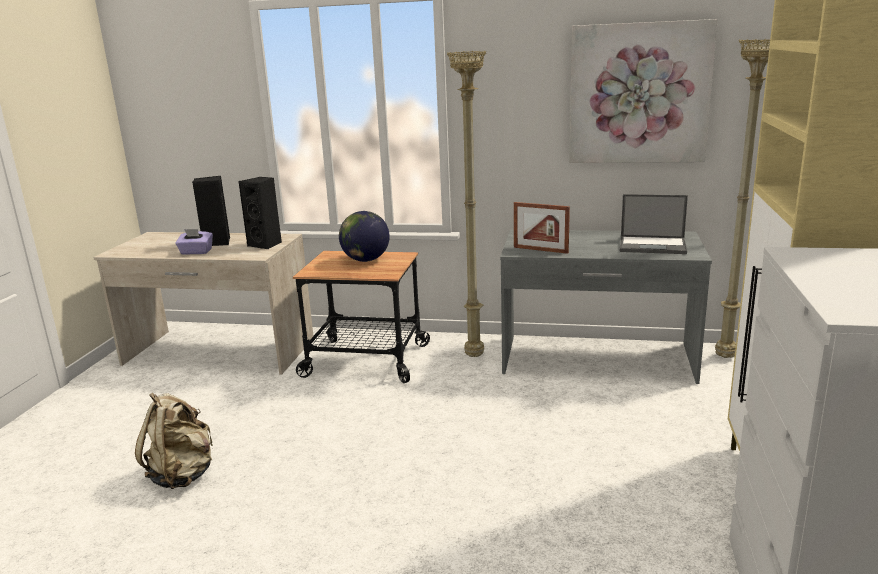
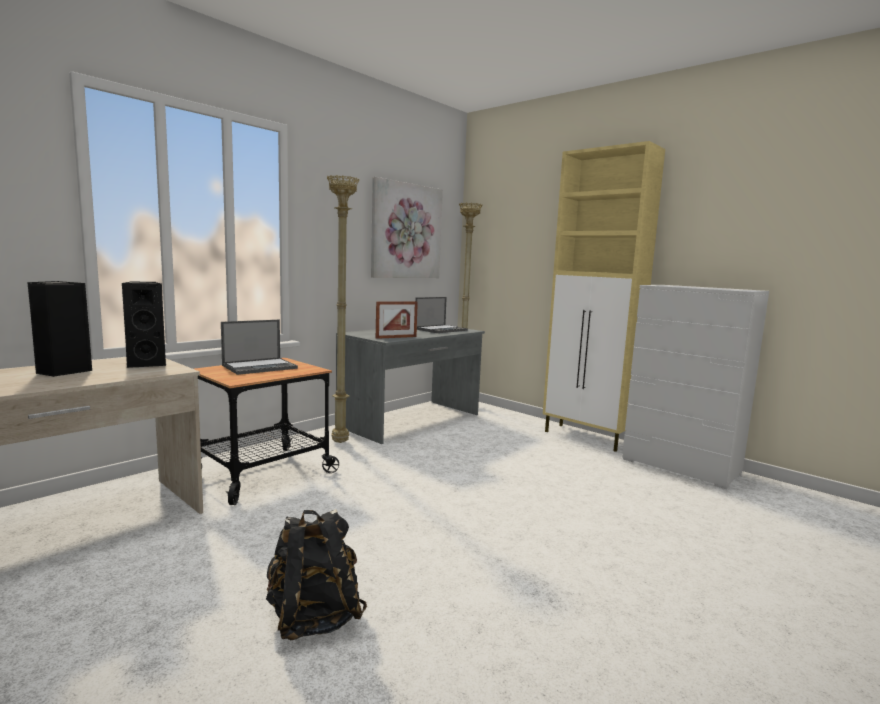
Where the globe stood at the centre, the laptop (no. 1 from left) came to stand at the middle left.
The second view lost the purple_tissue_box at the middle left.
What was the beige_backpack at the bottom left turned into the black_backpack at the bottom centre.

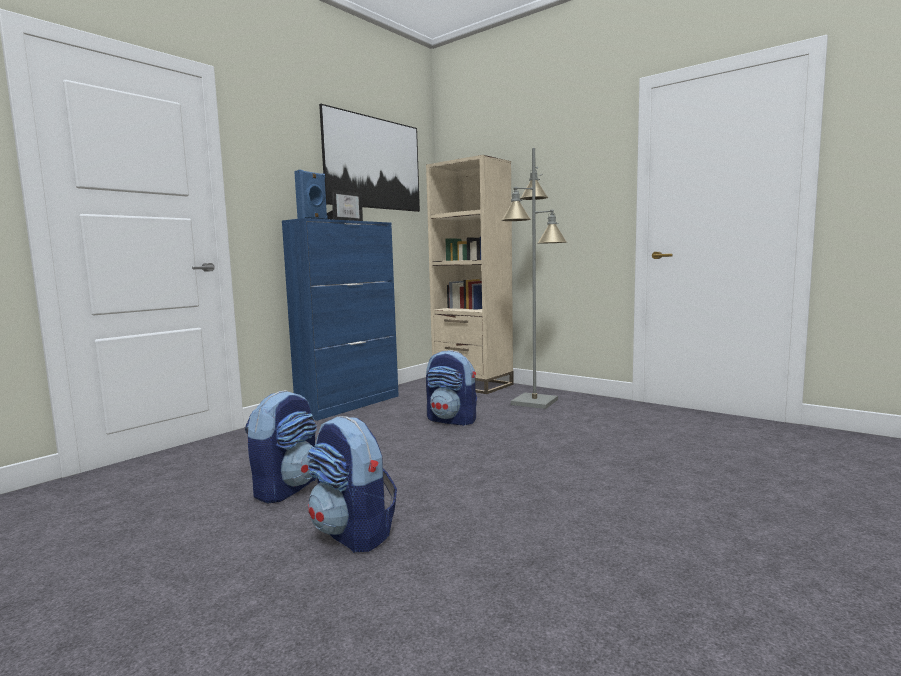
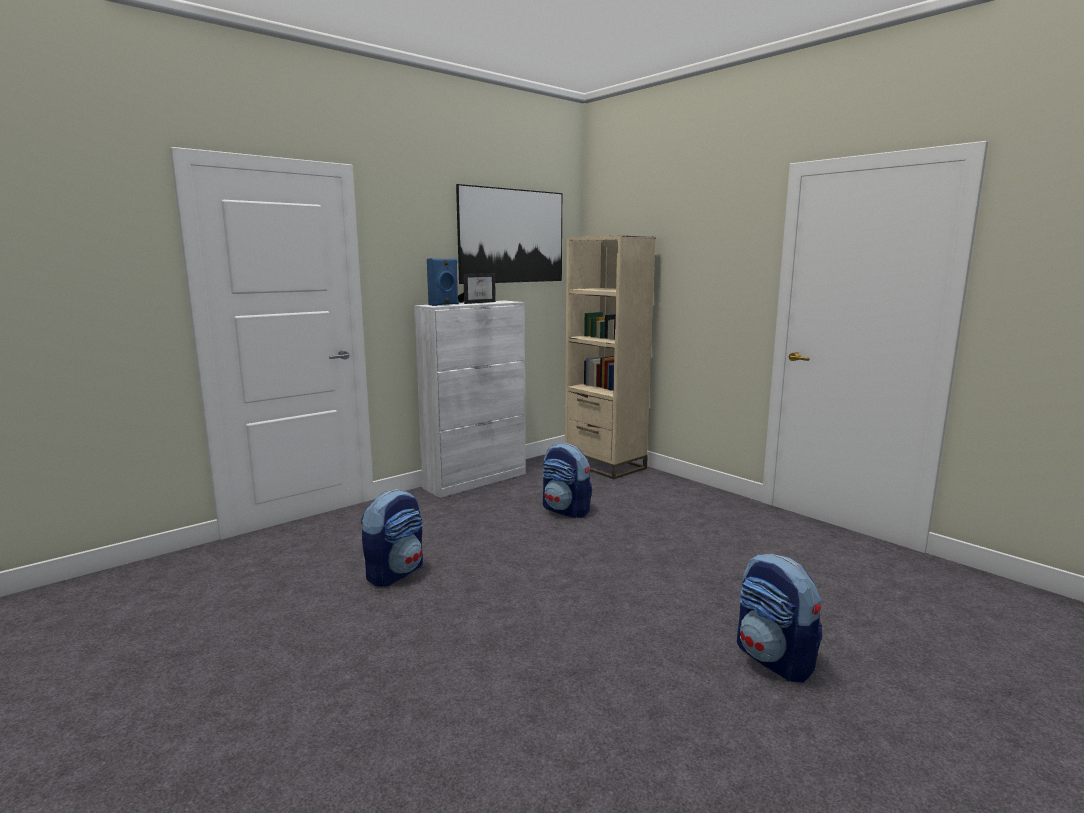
The second view lost the grey_floor_lamp at the centre.
What was the blue_cabinet at the centre turned into the white_cabinet at the centre.
The backpack (no. 2 from left in the first image) ended up elsewhere, having gone from the bottom centre to the bottom right.

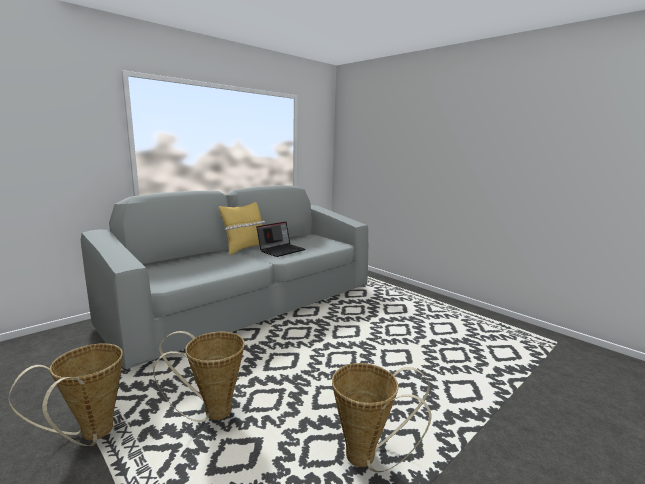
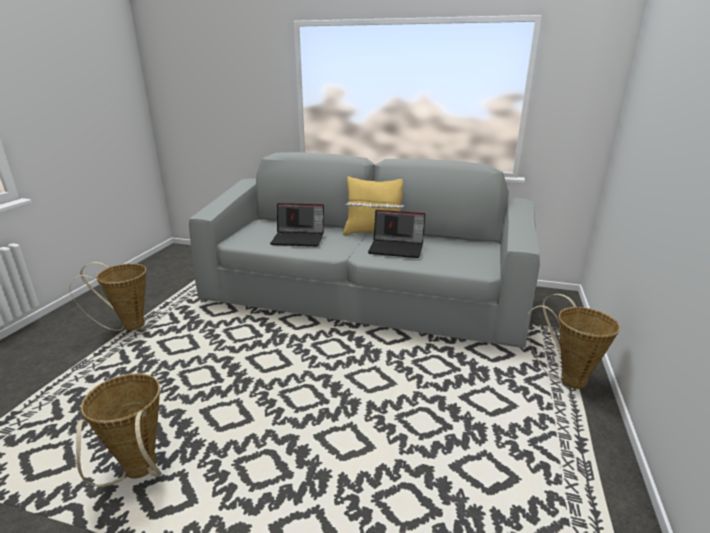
The basket (no. 2 from left in the first image) ended up elsewhere, having gone from the bottom left to the middle right.
The second view gained the laptop (no. 1 from left) at the centre.

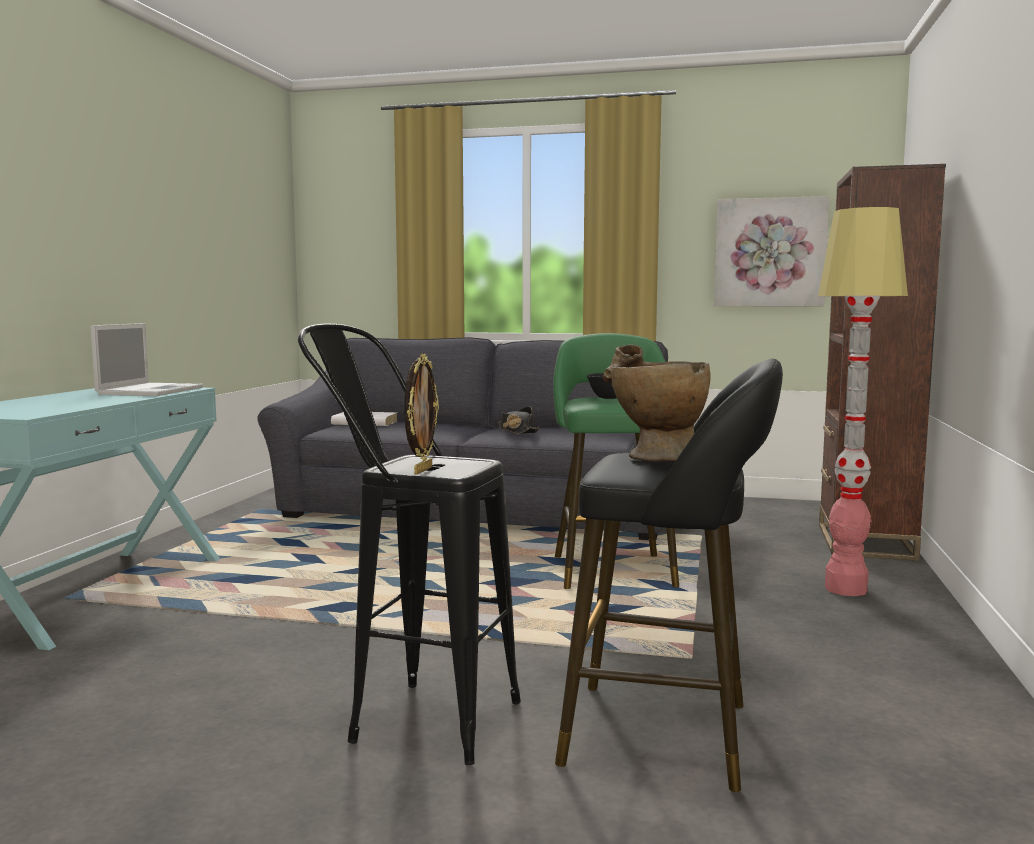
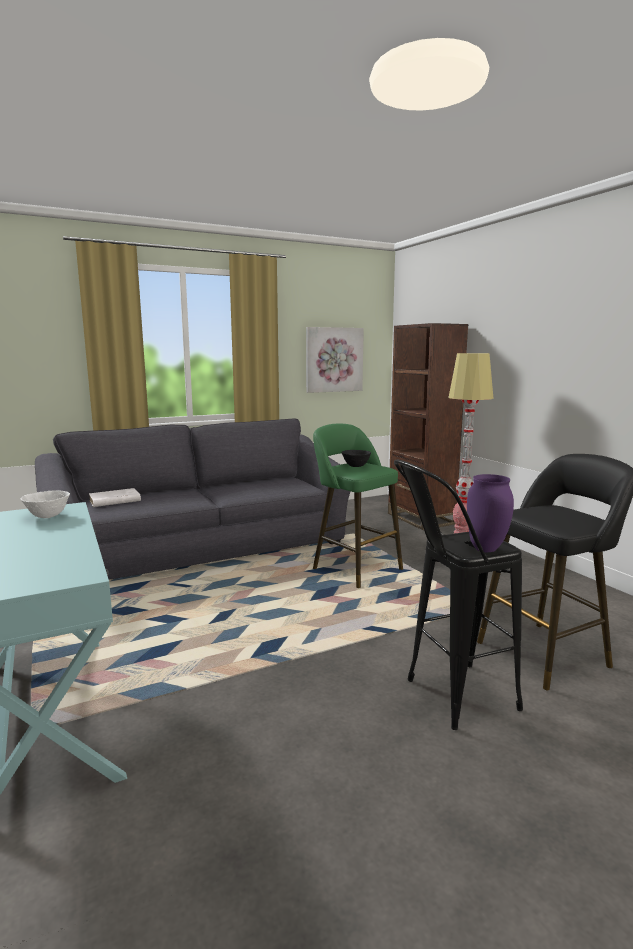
Where the laptop stood at the middle left, the white_bowl came to stand at the middle left.
The second view lost the beige_vase at the centre.
Where the picture_frame stood at the centre, the purple_vase came to stand at the middle right.
The second view lost the black_hat at the centre.

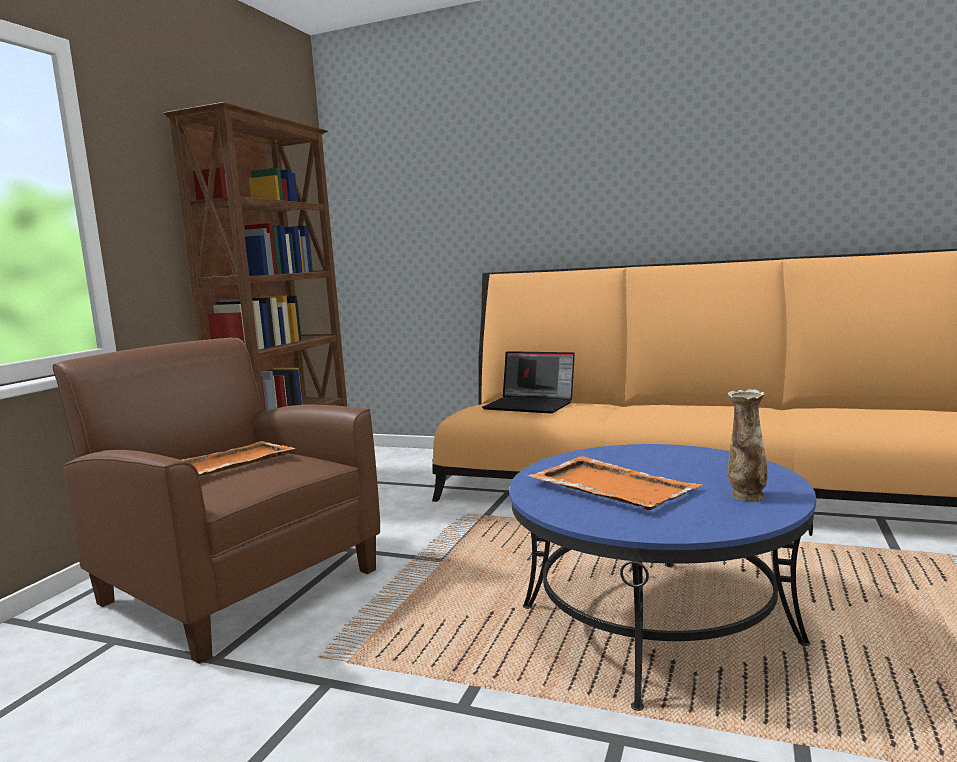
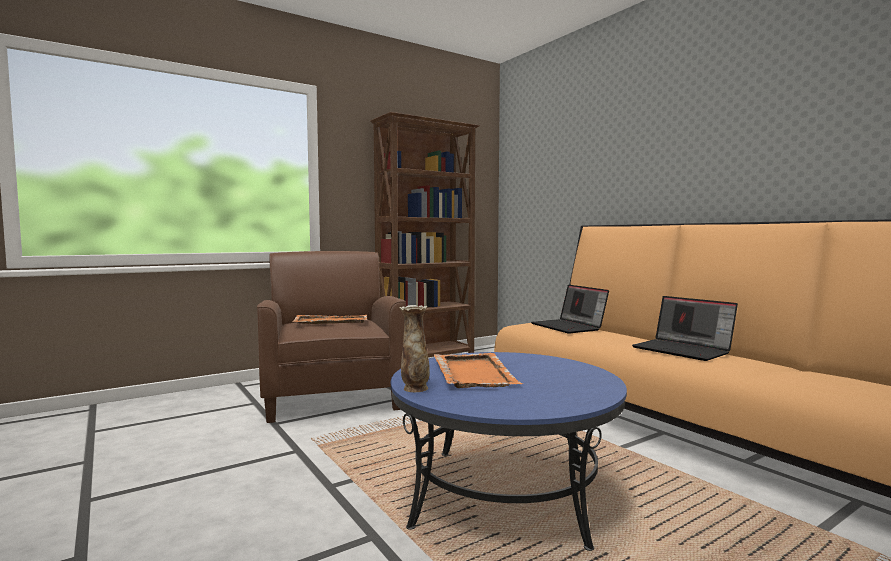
The vase ended up elsewhere, having gone from the middle right to the centre.
The second view gained the laptop (no. 2 from left) at the middle right.

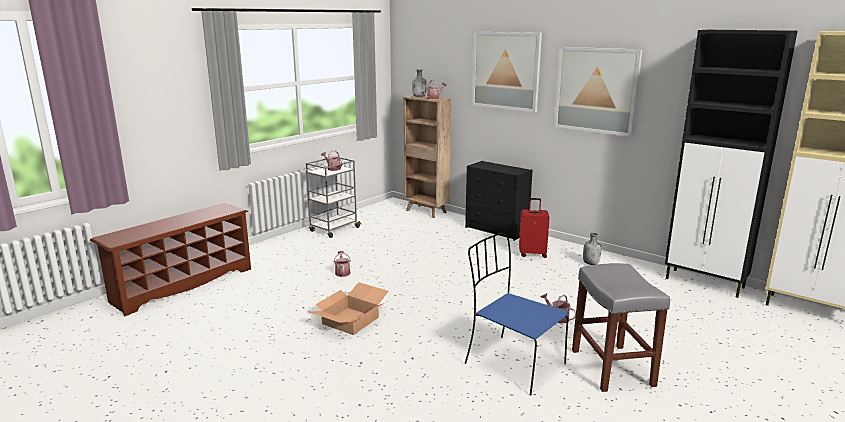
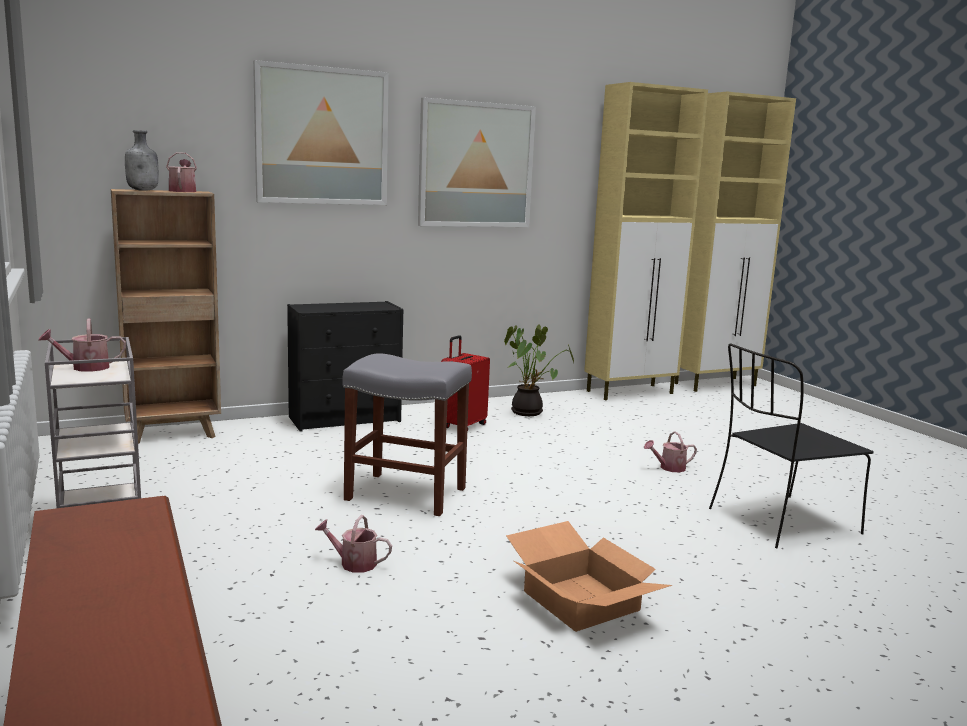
What was the black_cabinet at the middle right turned into the beige_cabinet (no. 1 from left) at the top right.
What was the blue_chair at the bottom centre turned into the black_chair at the middle right.
Where the grey_bottle (no. 2 from left) stood at the middle right, the potted_plant came to stand at the centre.
The grey_stool ended up elsewhere, having gone from the bottom right to the centre.

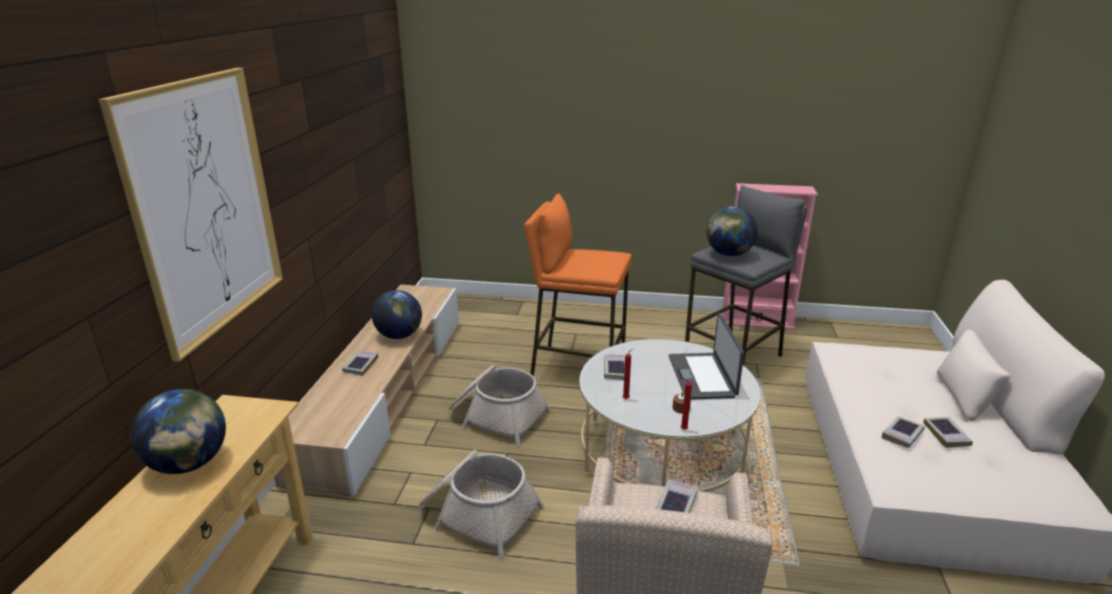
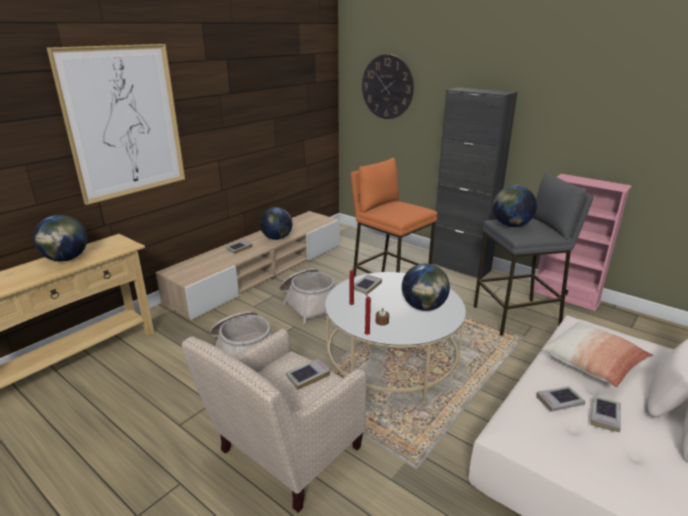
Where the laptop stood at the centre, the globe (no. 3 from left) came to stand at the centre.
The second view gained the wall_clock at the top centre.
The second view gained the black_cabinet at the middle right.
The second view gained the pillow at the bottom right.

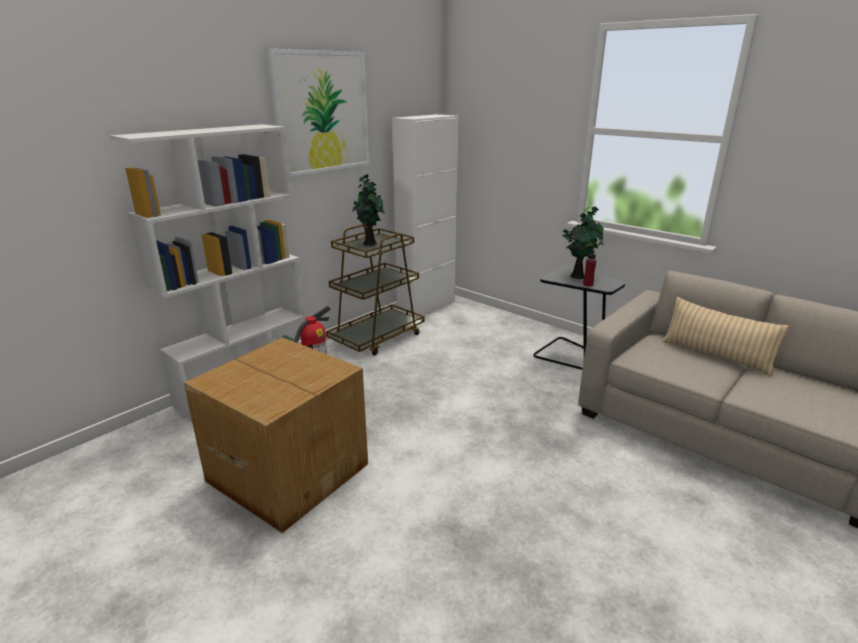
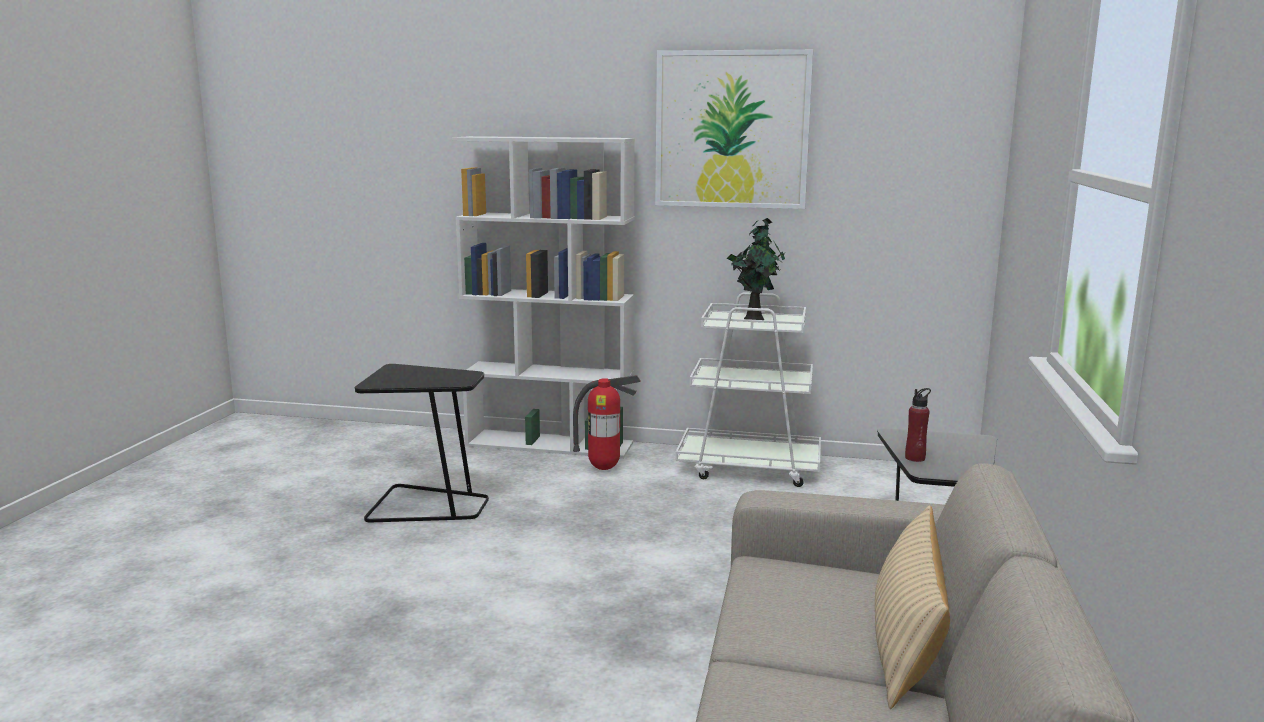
The second view lost the white_cabinet at the centre.
The second view lost the potted_plant (no. 2 from left) at the middle right.
What was the brown_cart at the centre turned into the white_cart at the centre.
Where the cardboard_box stood at the bottom left, the black_side_table (no. 1 from left) came to stand at the centre.

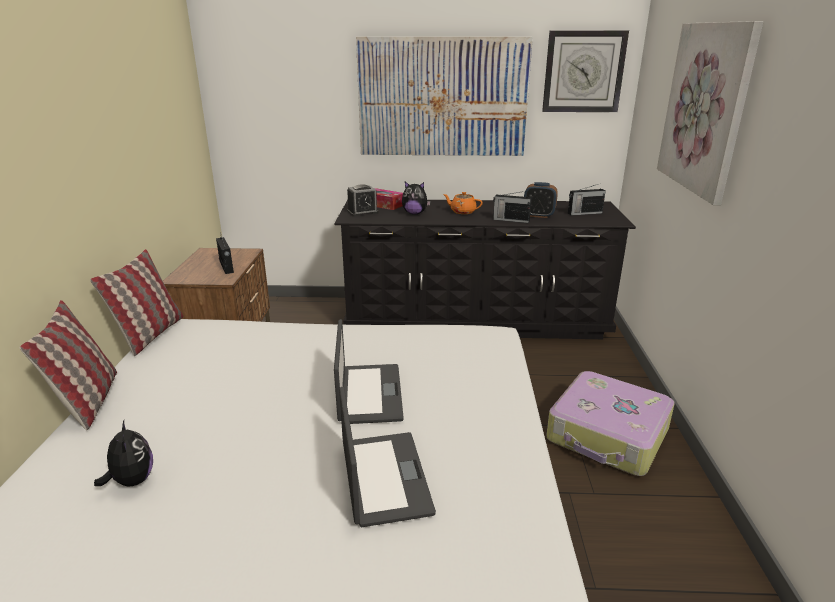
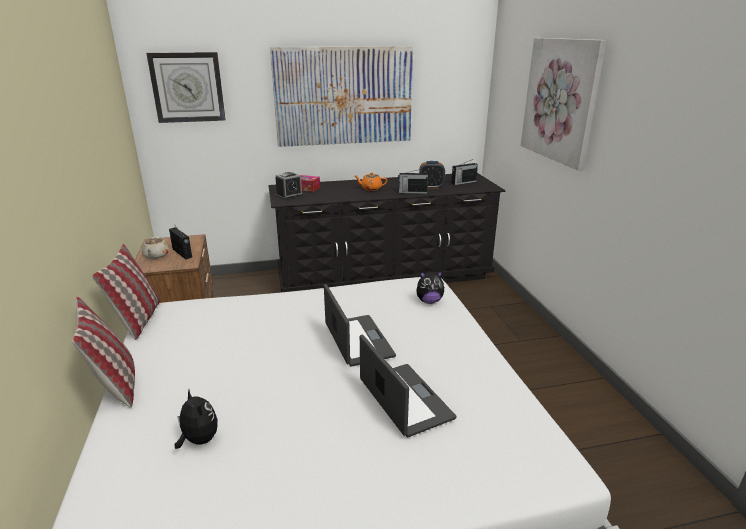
The wall_clock ended up elsewhere, having gone from the top right to the top left.
The plush_toy (no. 2 from left) ended up elsewhere, having gone from the top centre to the centre.
The second view lost the suitcase at the bottom right.
The second view gained the beige_teapot at the middle left.

